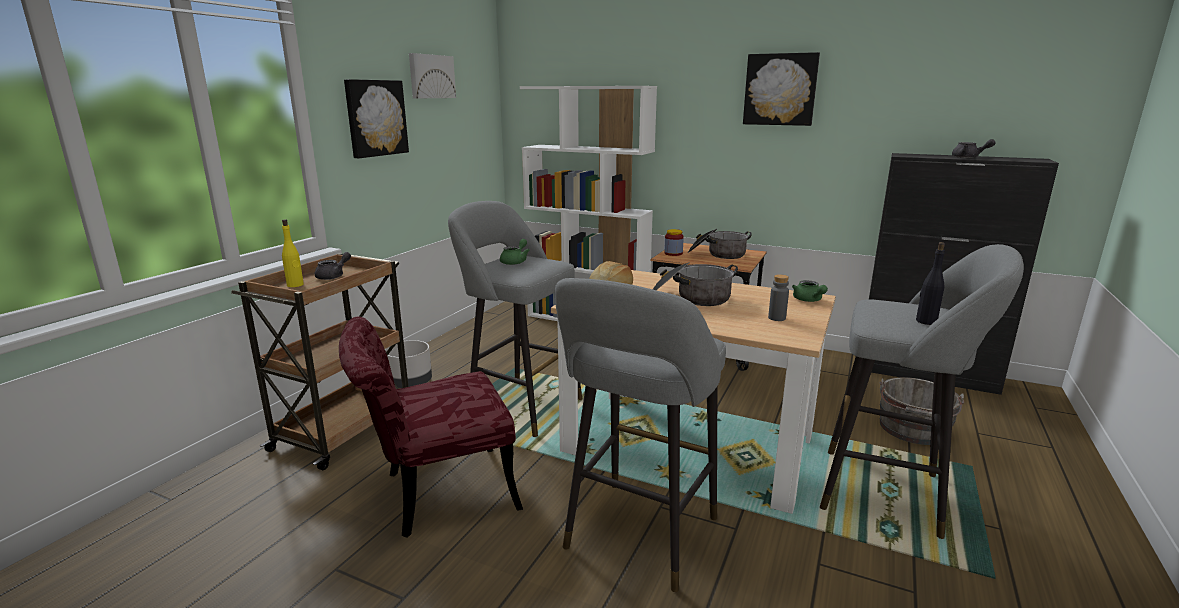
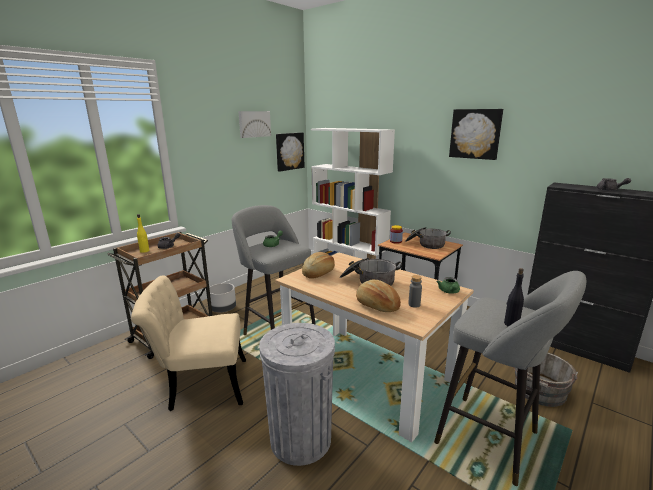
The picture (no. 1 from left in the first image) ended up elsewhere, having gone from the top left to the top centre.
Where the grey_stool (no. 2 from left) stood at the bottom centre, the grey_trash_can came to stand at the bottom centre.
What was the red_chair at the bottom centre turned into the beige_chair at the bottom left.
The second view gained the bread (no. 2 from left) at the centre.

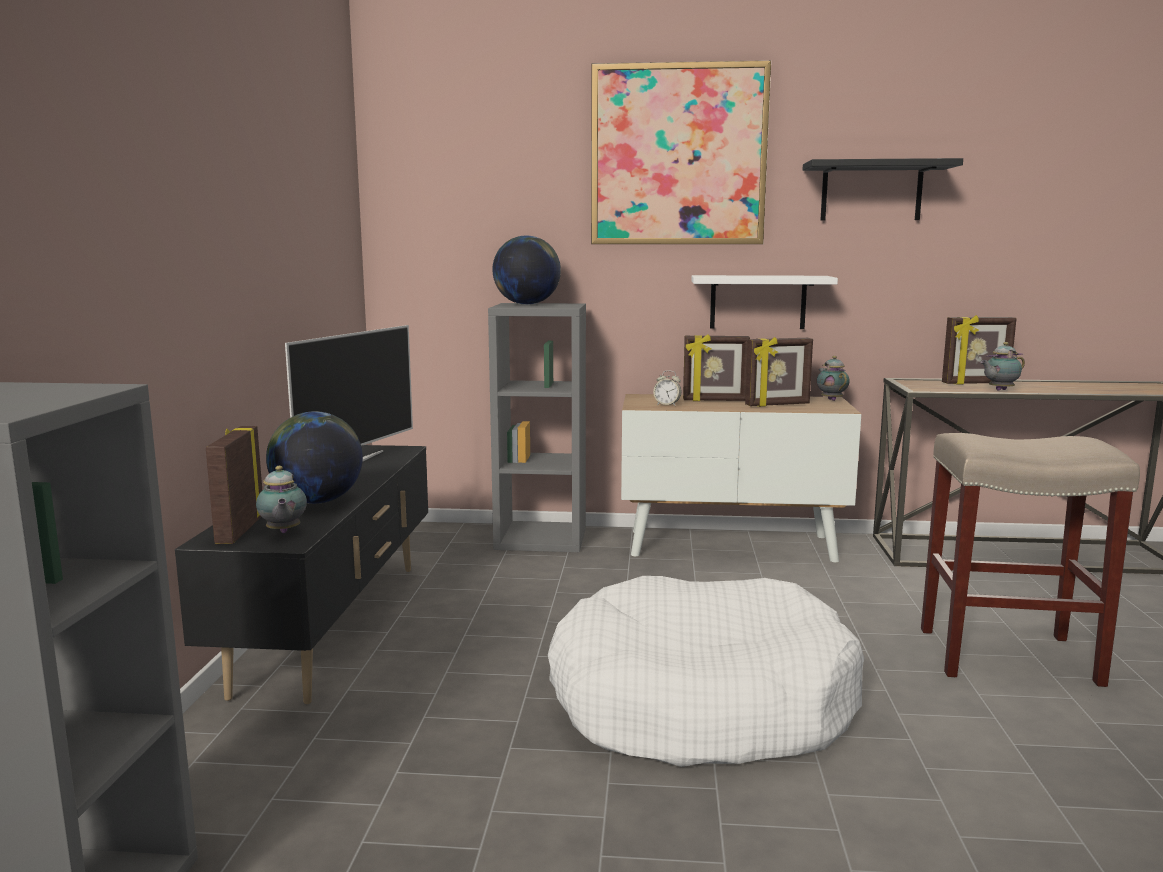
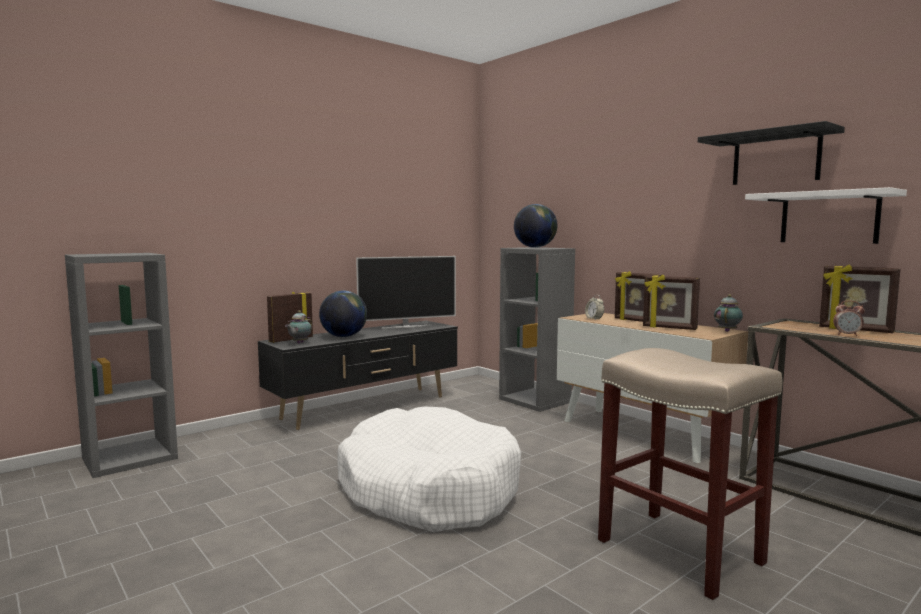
The second view lost the picture at the top centre.
The white_shelf ended up elsewhere, having gone from the centre to the middle right.
Where the teapot (no. 3 from left) stood at the middle right, the alarm_clock (no. 2 from left) came to stand at the middle right.

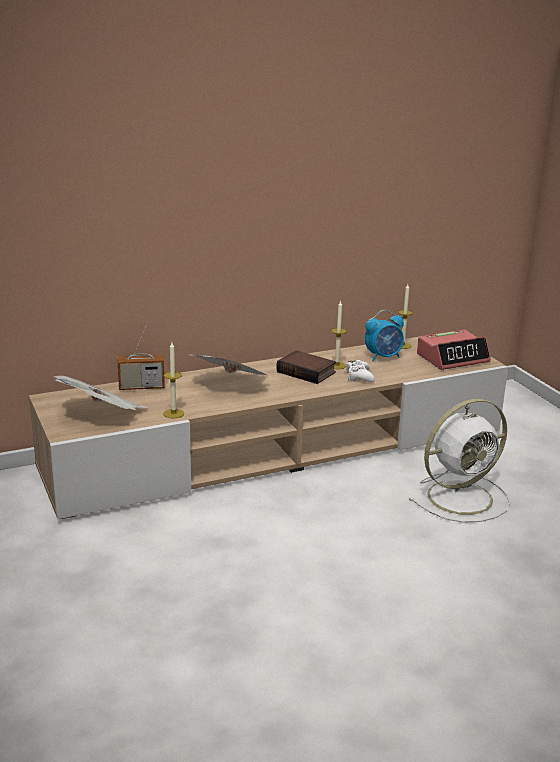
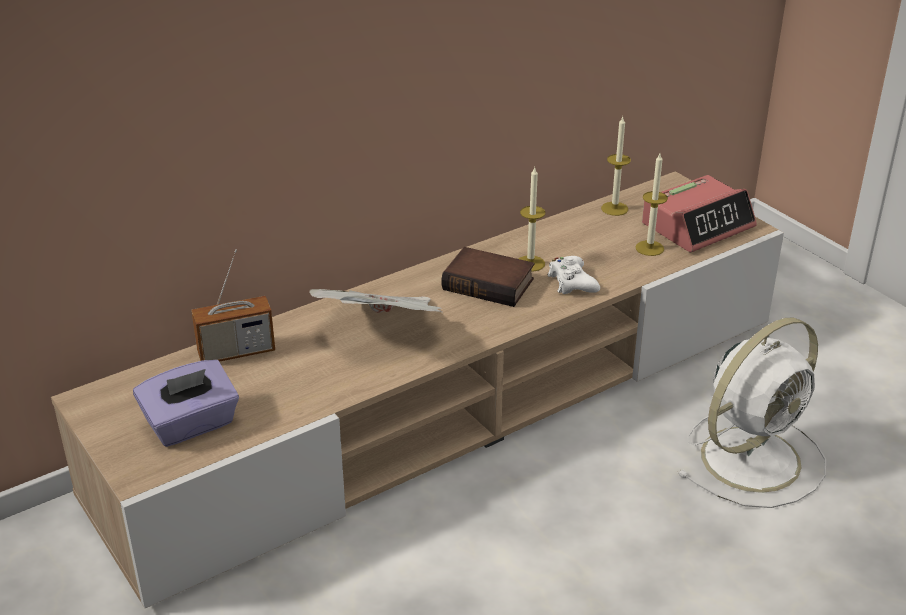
The second view lost the alarm_clock (no. 1 from left) at the middle right.
The candle (no. 1 from left in the first image) ended up elsewhere, having gone from the middle left to the top right.
Where the newspaper (no. 1 from left) stood at the middle left, the purple_tissue_box came to stand at the middle left.

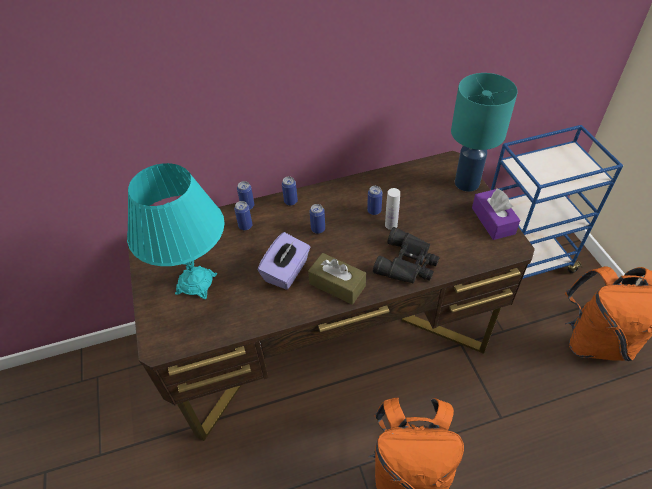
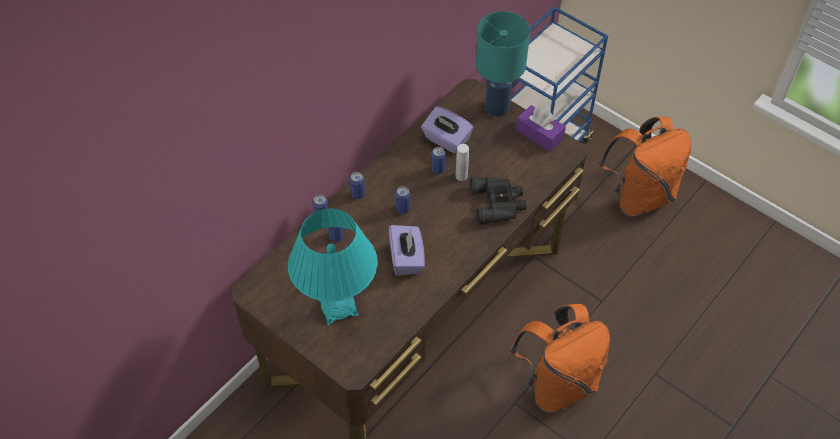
The second view lost the brown_tissue_box at the centre.
The second view gained the purple_tissue_box (no. 2 from left) at the top centre.

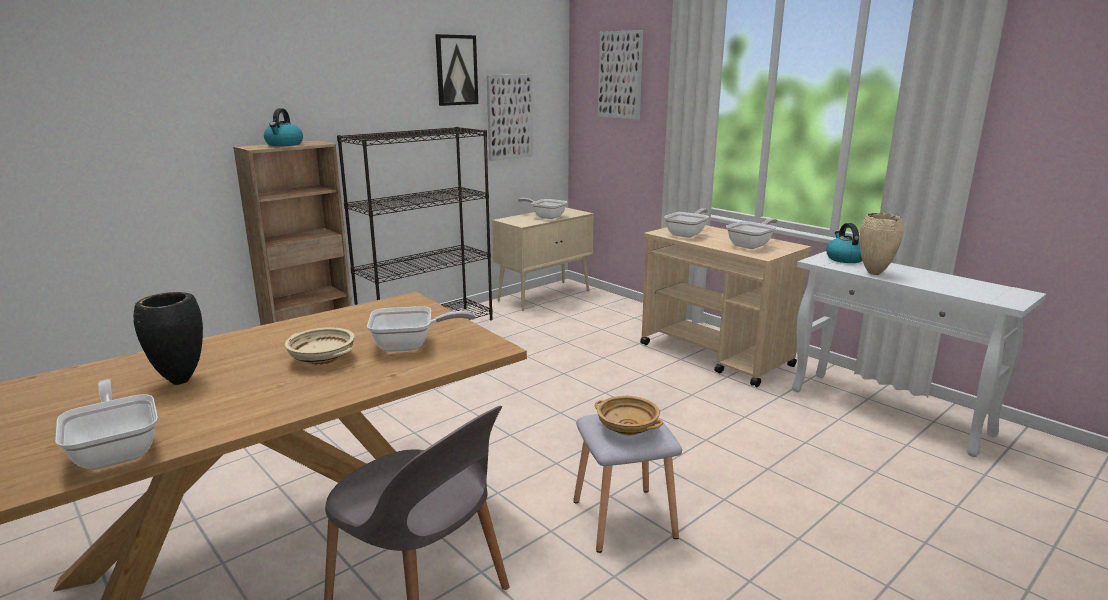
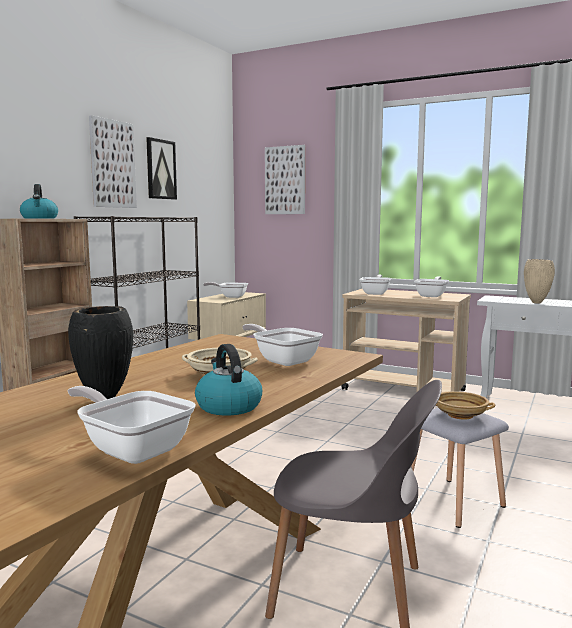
The picture (no. 2 from left in the first image) ended up elsewhere, having gone from the top centre to the top left.
The kettle (no. 2 from left) ended up elsewhere, having gone from the middle right to the centre.
The frying_pan (no. 2 from left in the first image) at the centre ended up facing another way, 105 degrees counterclockwise from before.

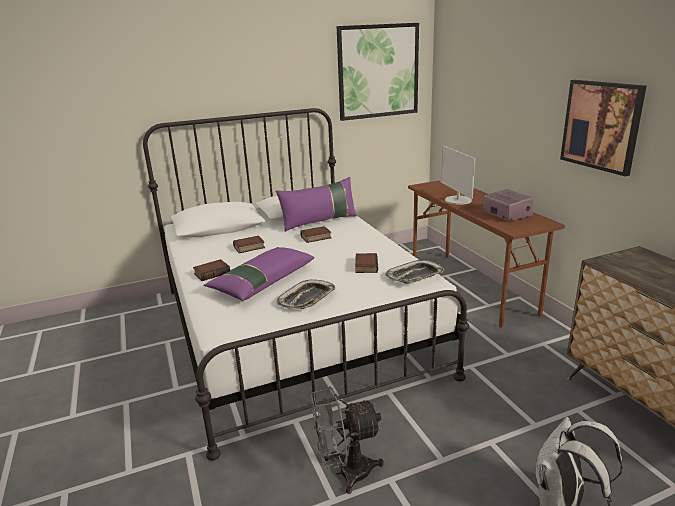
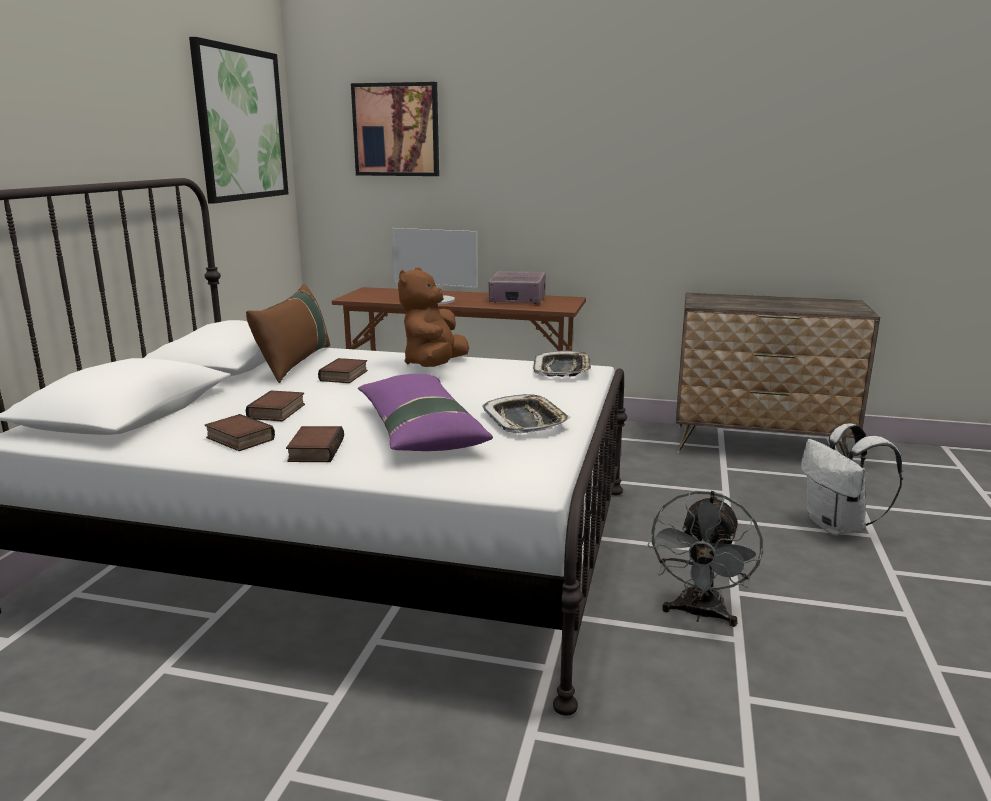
The picture (no. 2 from left) ended up elsewhere, having gone from the top right to the top centre.
What was the purple_pillow (no. 2 from left) at the centre turned into the brown_pillow at the middle left.
The book (no. 4 from left in the first image) ended up elsewhere, having gone from the centre to the middle left.
The second view gained the brown_plush_toy at the centre.

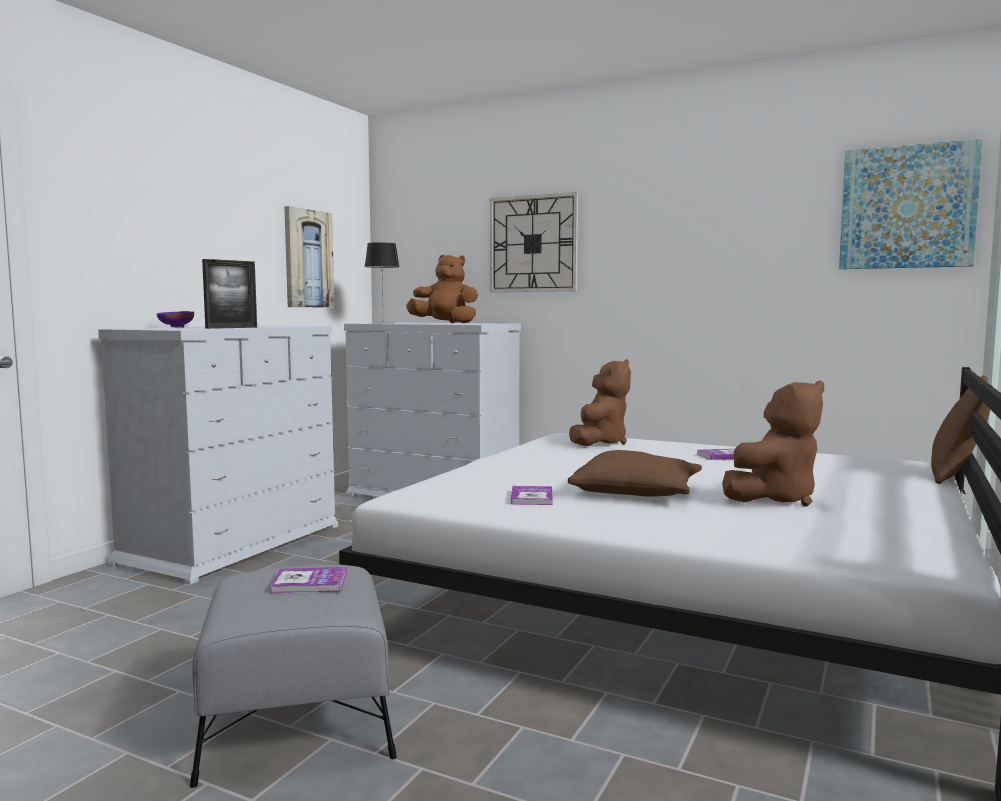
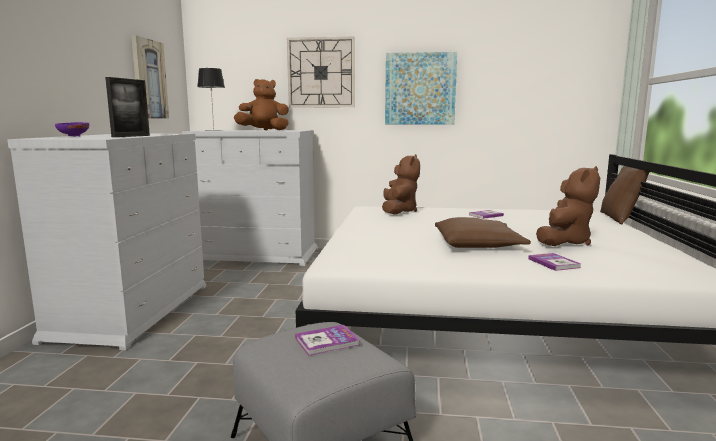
The picture (no. 2 from left) ended up elsewhere, having gone from the top right to the top centre.
The book (no. 2 from left in the first image) ended up elsewhere, having gone from the centre to the middle right.

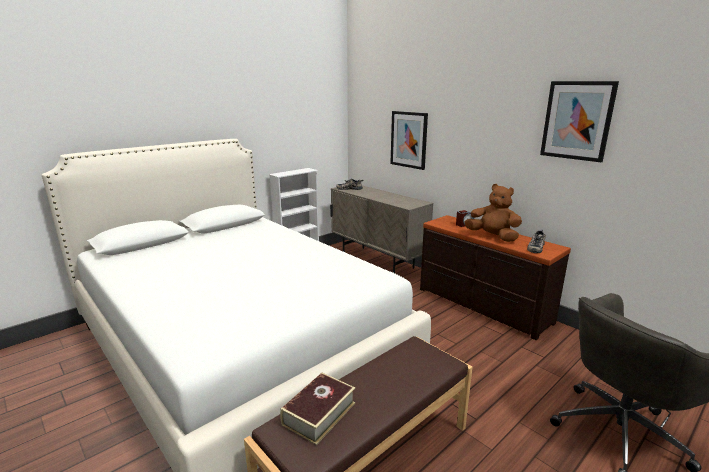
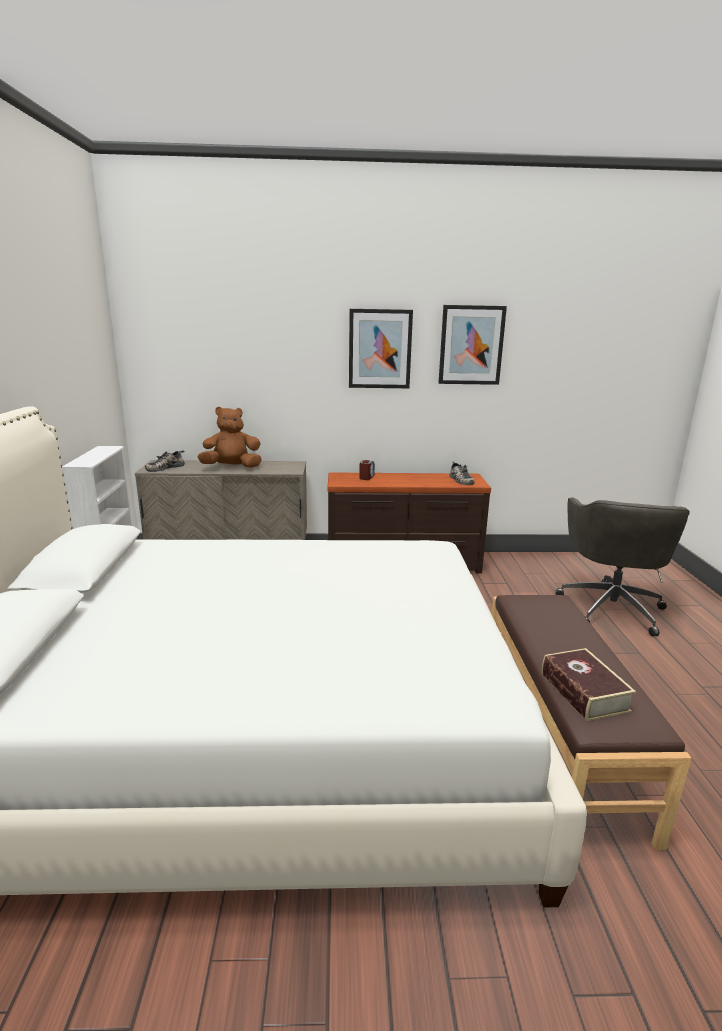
The picture (no. 1 from left) ended up elsewhere, having gone from the top centre to the centre.
The brown_plush_toy ended up elsewhere, having gone from the middle right to the middle left.

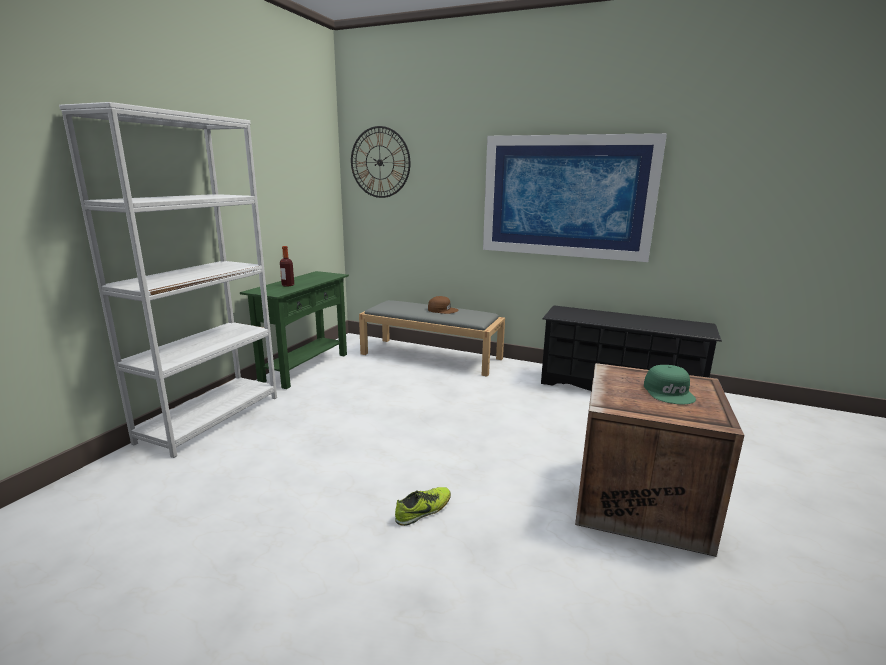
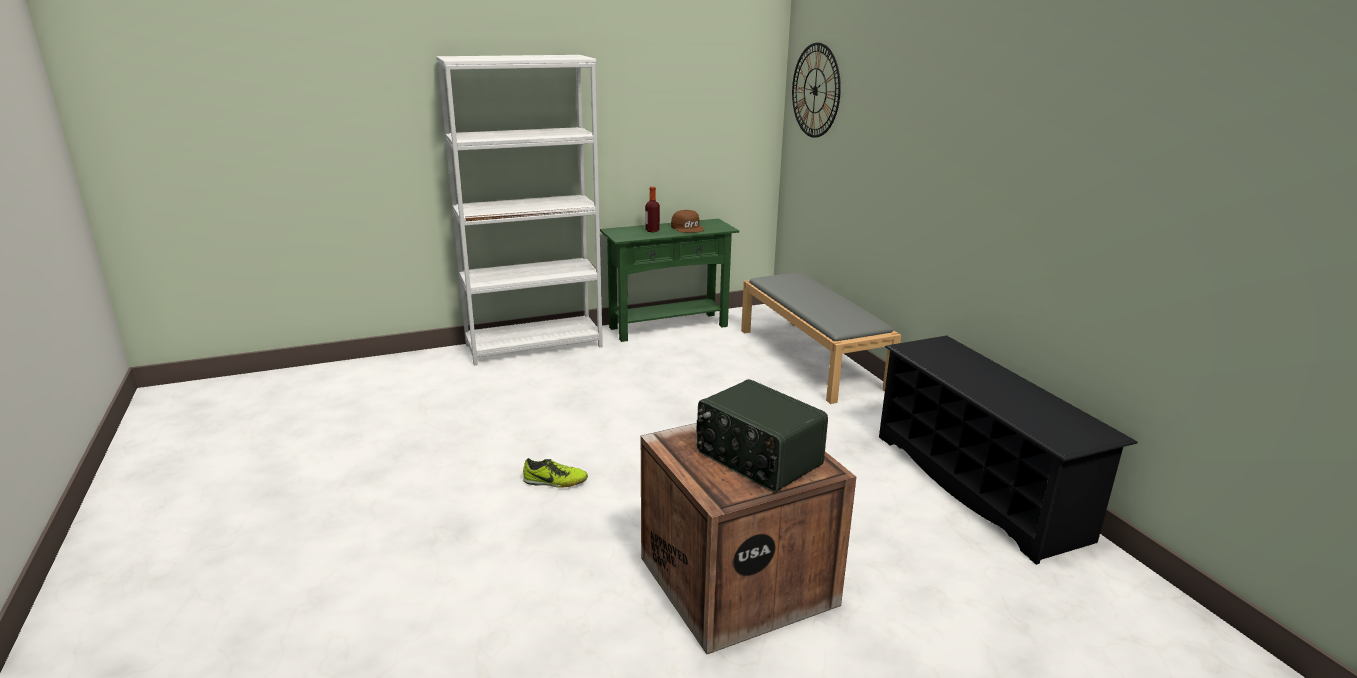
The second view lost the picture at the top centre.
The brown_cap ended up elsewhere, having gone from the centre to the top centre.
Where the green_cap stood at the middle right, the radio came to stand at the centre.

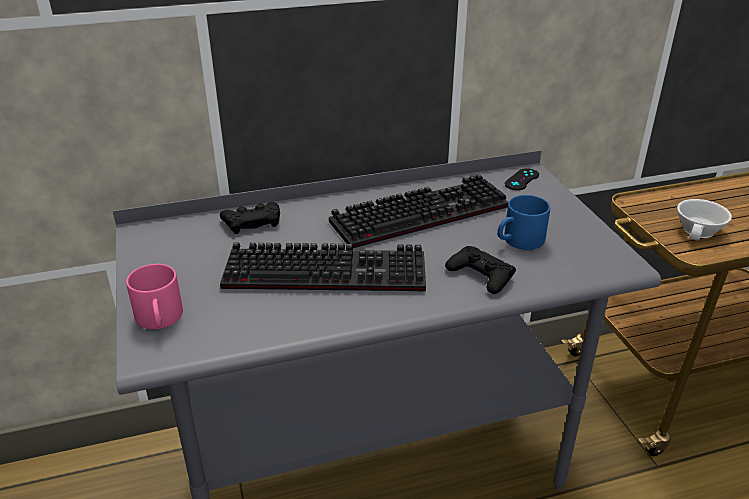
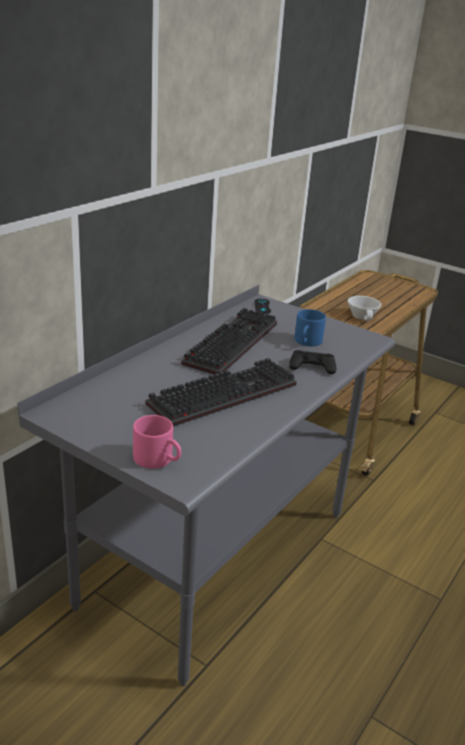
The second view lost the black_game_controller (no. 1 from left) at the centre.

